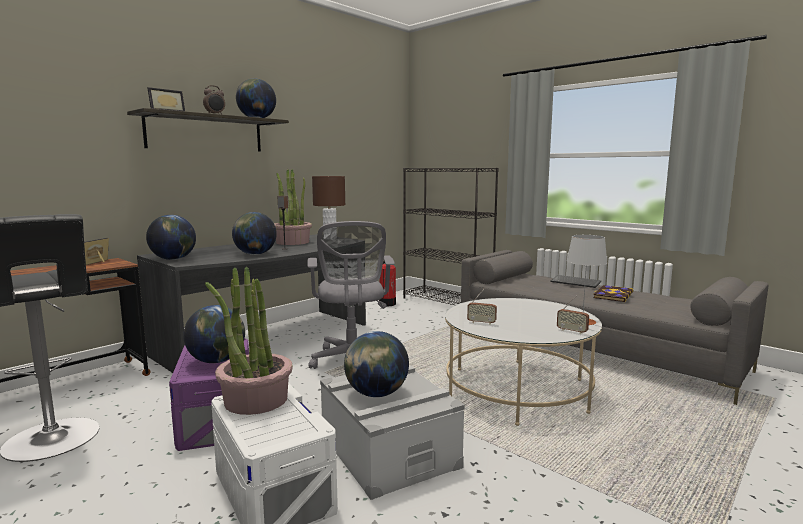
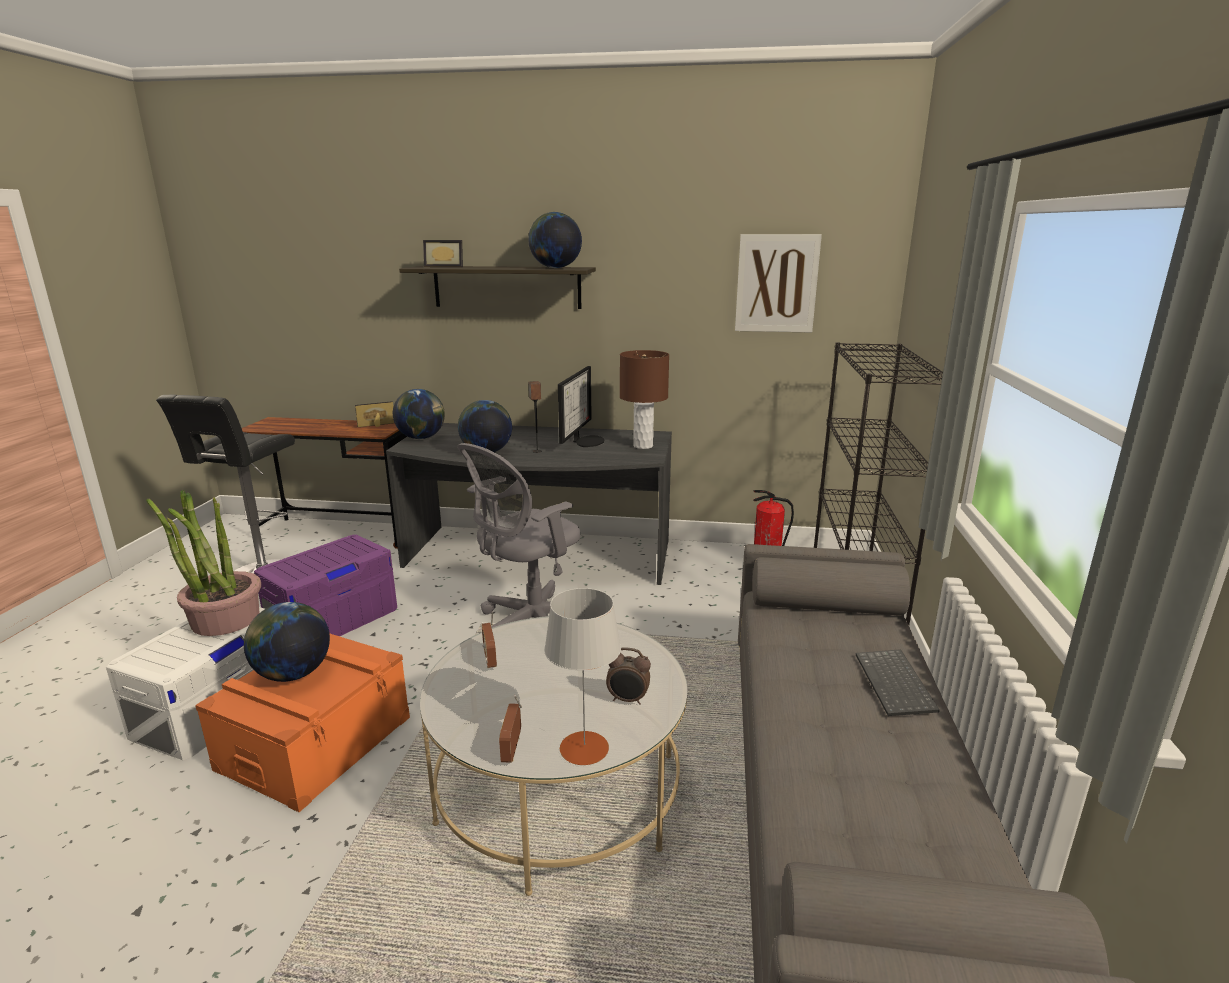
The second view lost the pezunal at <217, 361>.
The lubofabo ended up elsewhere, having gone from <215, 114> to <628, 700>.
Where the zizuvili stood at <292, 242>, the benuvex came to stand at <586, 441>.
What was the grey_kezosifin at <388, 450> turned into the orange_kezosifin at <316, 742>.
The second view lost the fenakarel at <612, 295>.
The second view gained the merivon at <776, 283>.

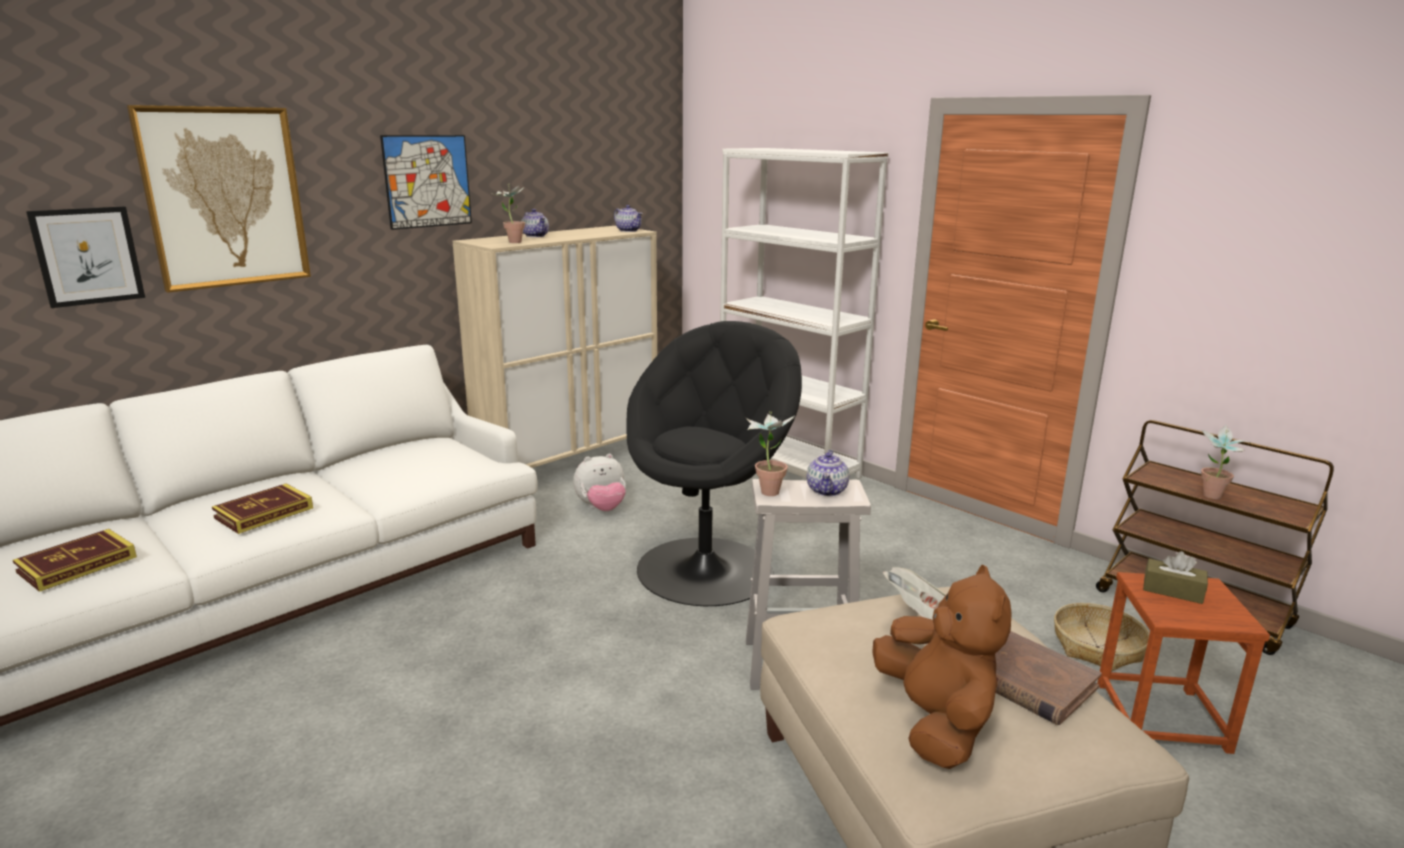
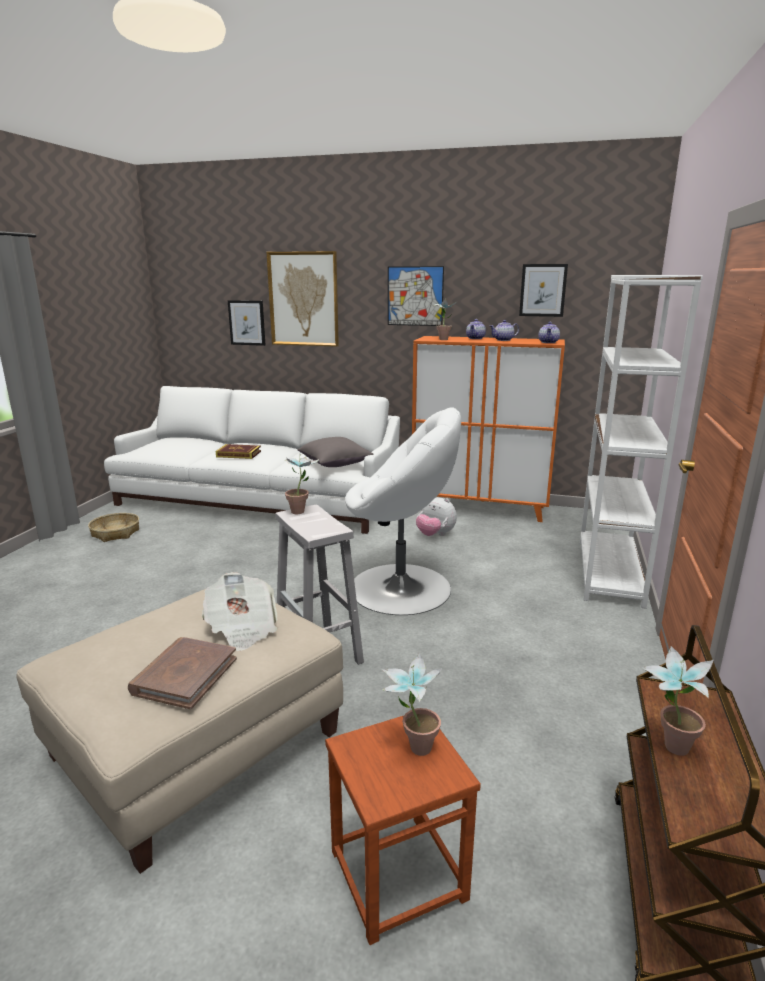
The second view lost the fenakarel at <77, 564>.
What was the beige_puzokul at <570, 463> turned into the orange_puzokul at <480, 508>.
What was the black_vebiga at <707, 569> turned into the white_vebiga at <402, 588>.
The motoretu ended up elsewhere, having gone from <827, 491> to <503, 340>.
The second view lost the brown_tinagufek at <936, 722>.
The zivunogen ended up elsewhere, having gone from <1097, 647> to <115, 533>.
Where the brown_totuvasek stood at <1172, 590>, the zizuvili came to stand at <412, 747>.
The second view gained the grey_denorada at <335, 463>.
The second view gained the merivon at <543, 290>.

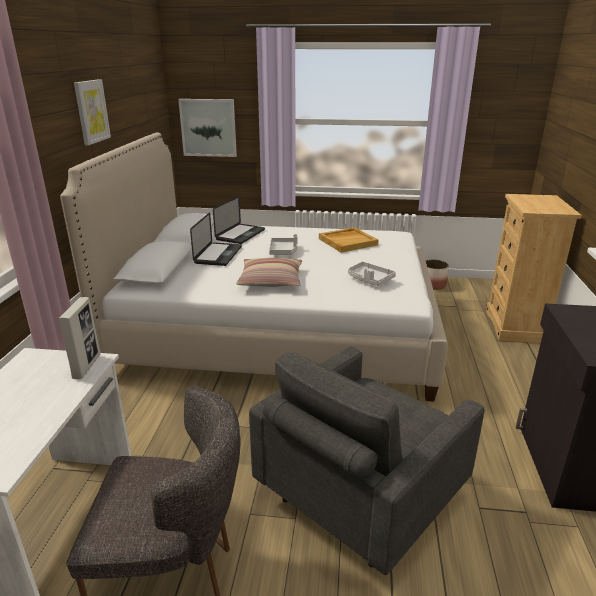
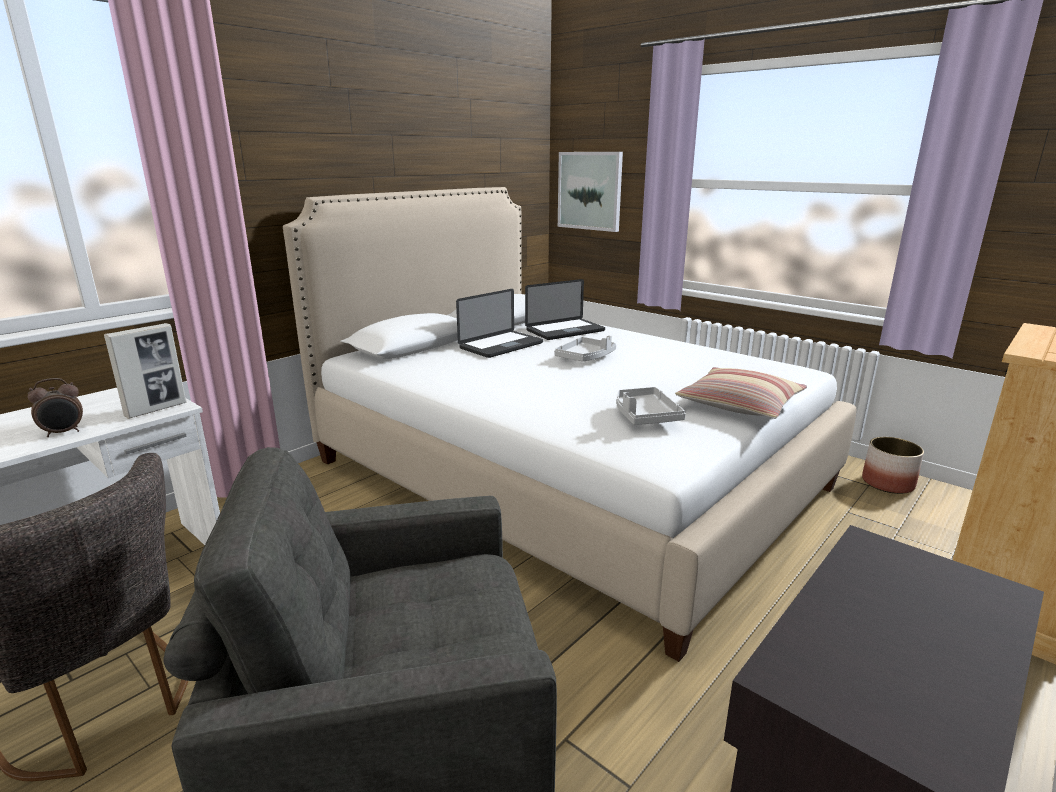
The second view lost the merivon at <91, 111>.
The denorada ended up elsewhere, having gone from <271, 280> to <740, 405>.
The second view lost the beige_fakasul at <348, 242>.
The second view gained the lubofabo at <64, 432>.

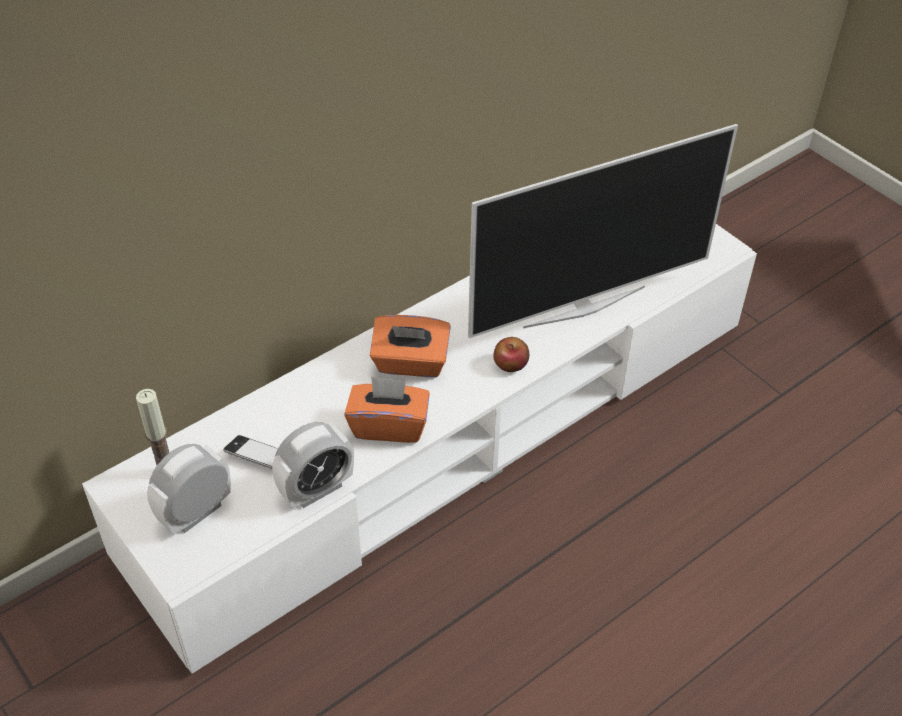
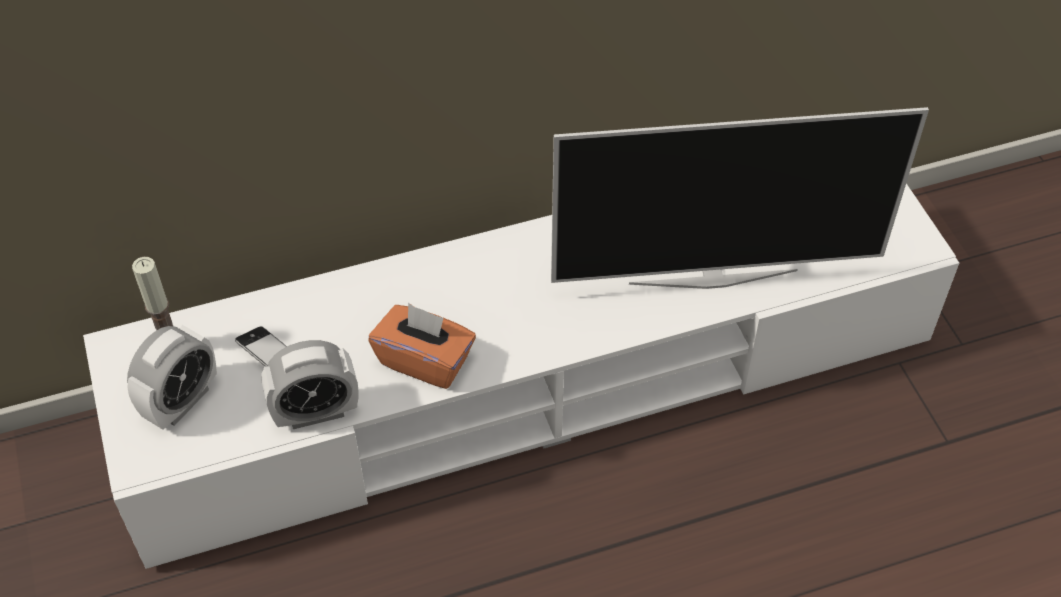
The lubofabo at <196, 512> ended up facing another way, 150 degrees clockwise from before.
The second view lost the orange_totuvasek at <410, 363>.
The second view lost the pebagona at <511, 364>.

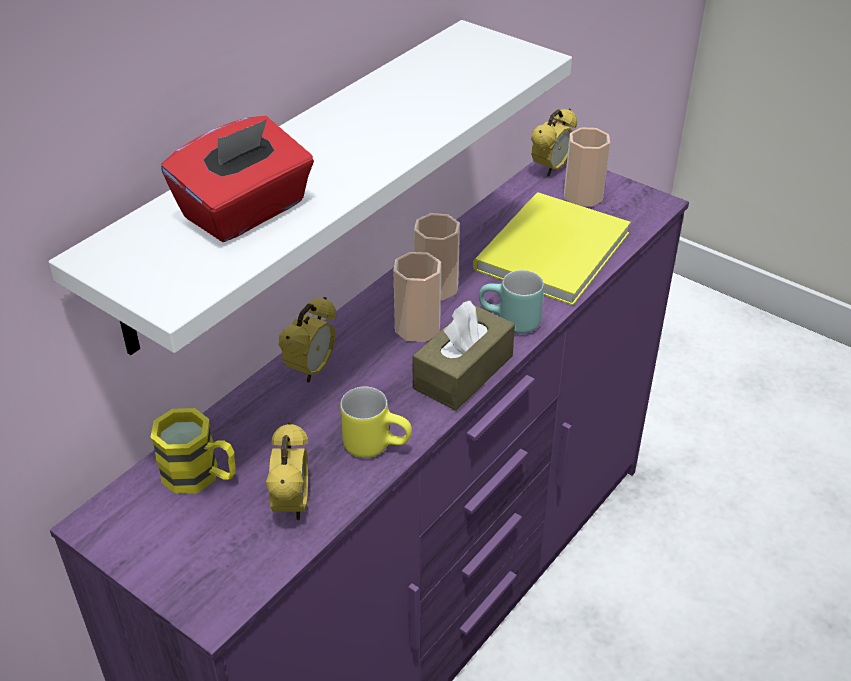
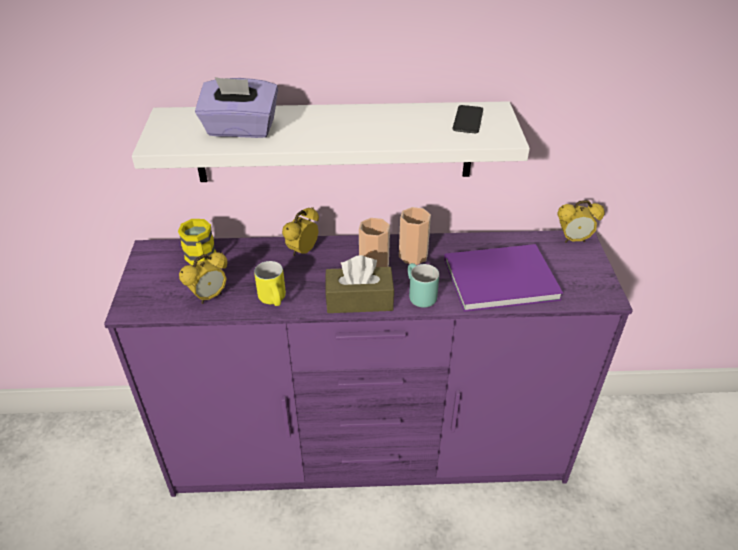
What was the red_totuvasek at <246, 211> turned into the purple_totuvasek at <241, 129>.
The lubofabo at <311, 370> ended up facing another way, 135 degrees clockwise from before.
What was the yellow_fenakarel at <547, 252> turned into the purple_fenakarel at <496, 278>.
The second view lost the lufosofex at <583, 196>.
The second view gained the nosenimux at <468, 120>.

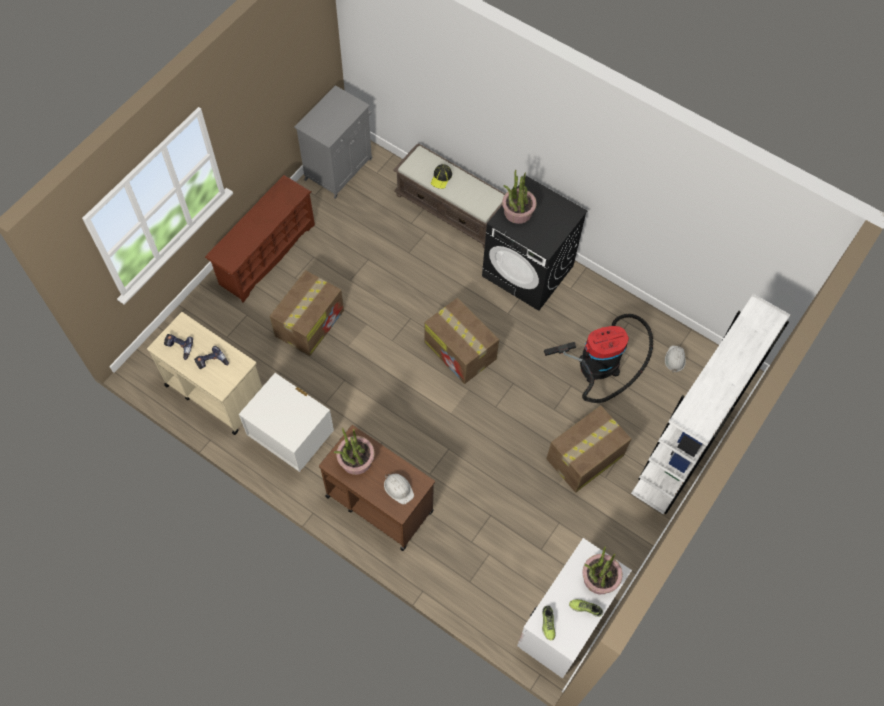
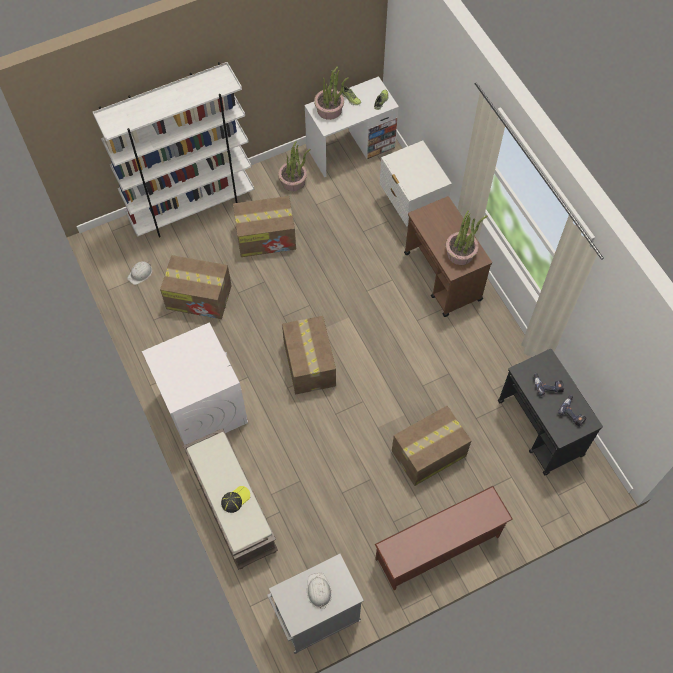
What was the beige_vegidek at <215, 391> turned into the black_vegidek at <540, 429>.
The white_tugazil ended up elsewhere, having gone from <293, 442> to <411, 208>.
The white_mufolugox ended up elsewhere, having gone from <398, 488> to <318, 591>.
What was the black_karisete at <528, 271> turned into the white_karisete at <203, 407>.
The zizuvili ended up elsewhere, having gone from <517, 212> to <293, 181>.
Where the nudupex stood at <603, 364>, the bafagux came to stand at <200, 297>.

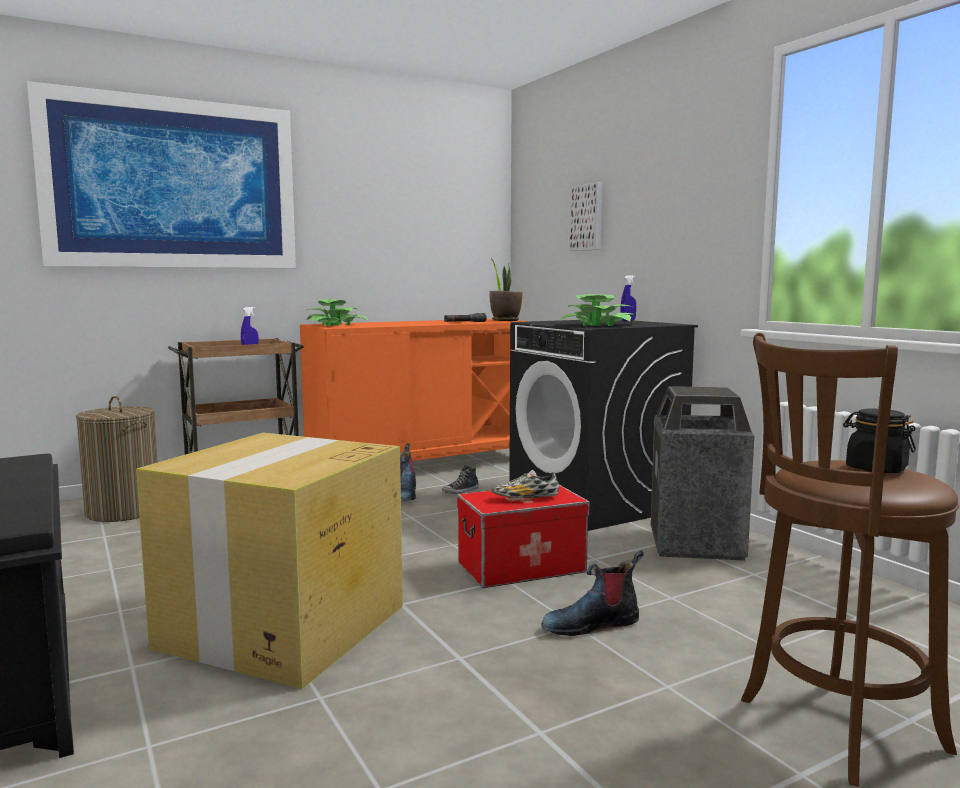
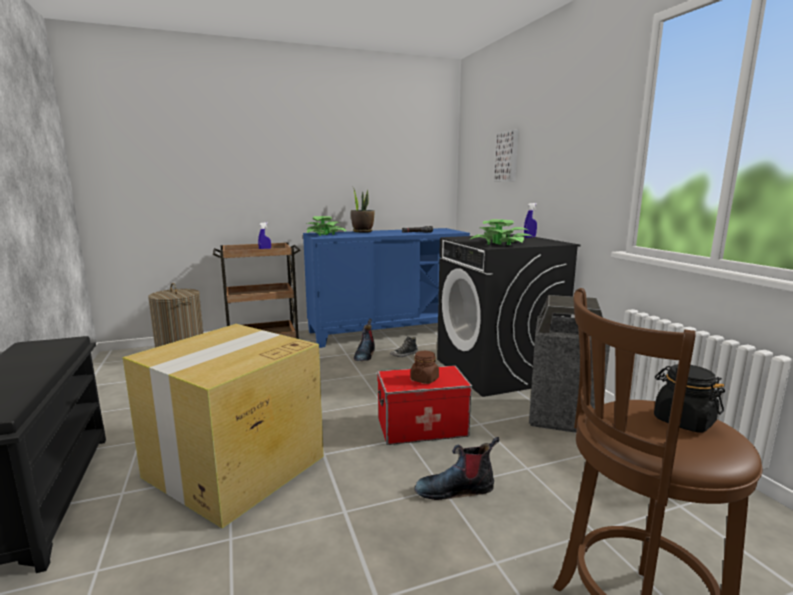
The second view lost the merivon at <172, 184>.
What was the orange_puzokul at <423, 465> turned into the blue_puzokul at <387, 331>.
The zizuvili ended up elsewhere, having gone from <505, 321> to <362, 231>.
Where the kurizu stood at <525, 498>, the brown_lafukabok came to stand at <424, 379>.

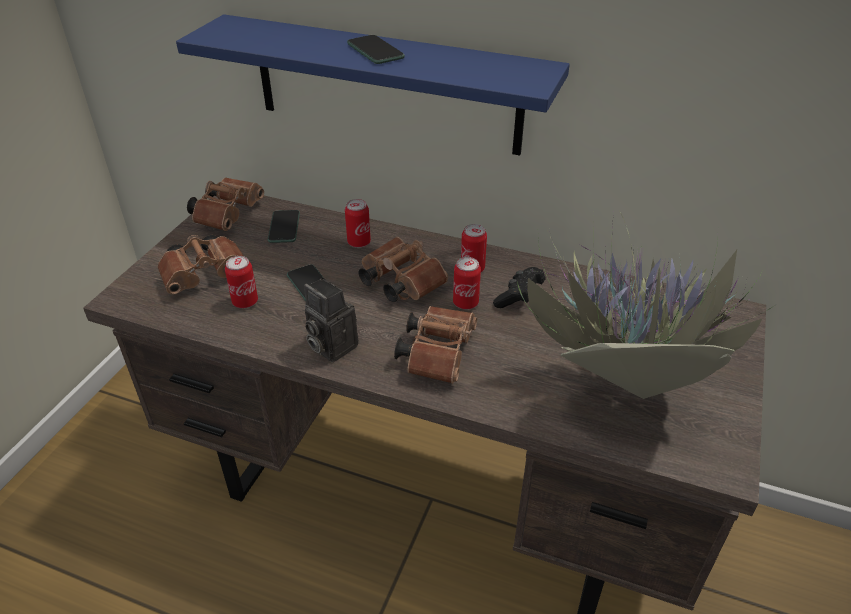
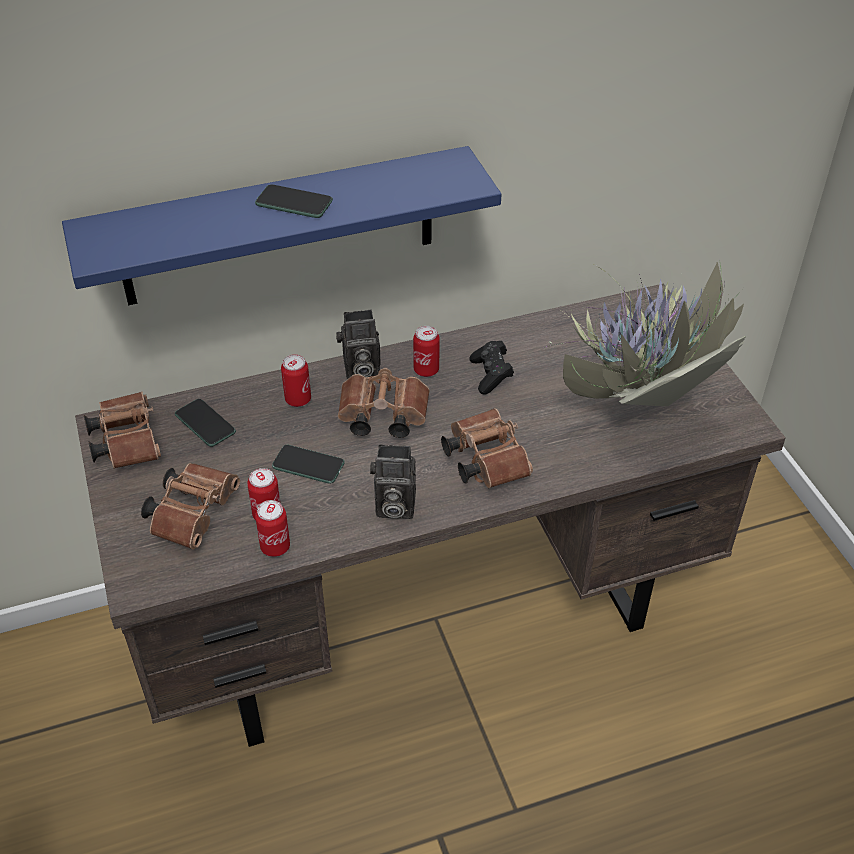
The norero ended up elsewhere, having gone from <465, 303> to <275, 547>.
The second view gained the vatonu at <359, 371>.

